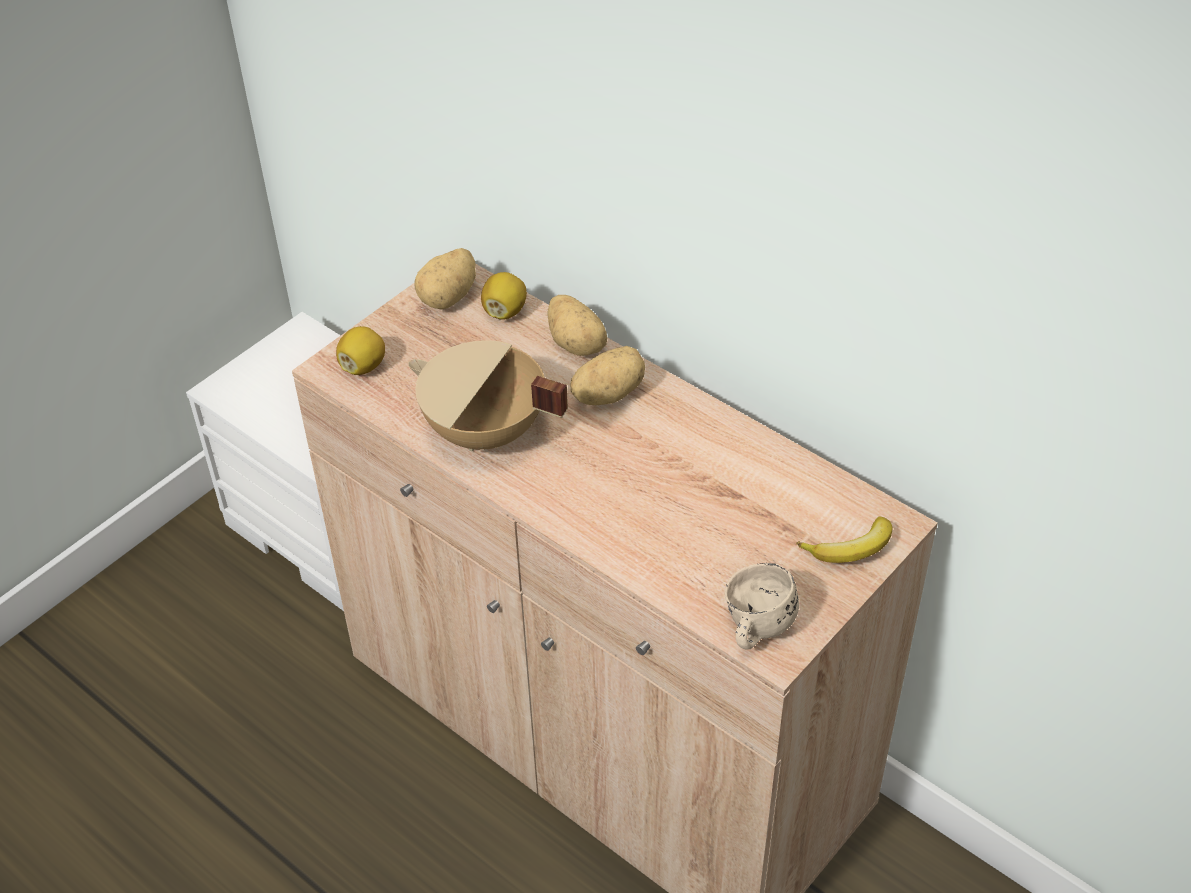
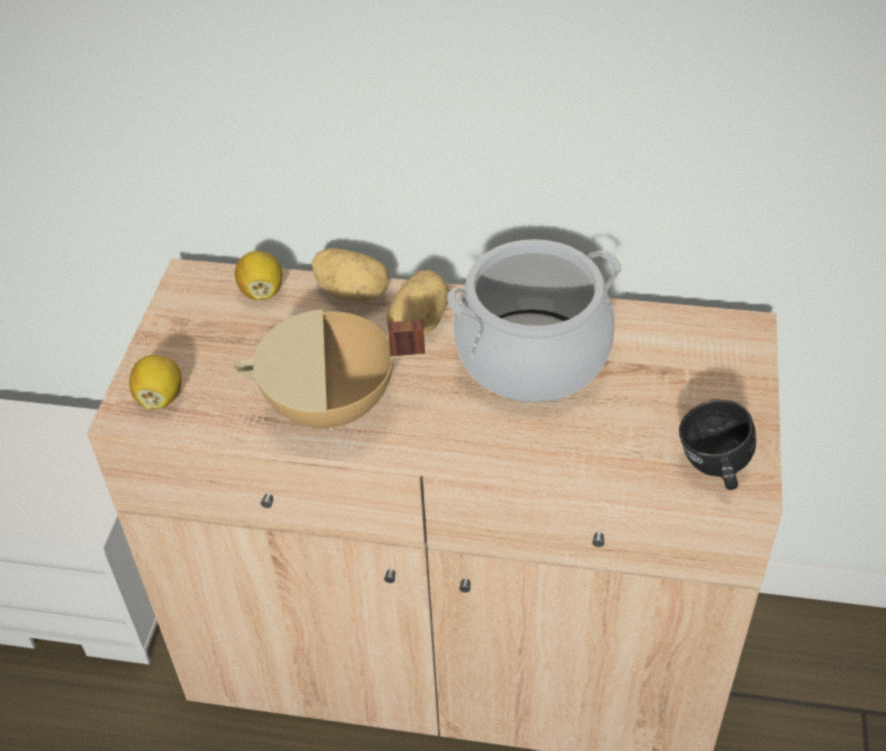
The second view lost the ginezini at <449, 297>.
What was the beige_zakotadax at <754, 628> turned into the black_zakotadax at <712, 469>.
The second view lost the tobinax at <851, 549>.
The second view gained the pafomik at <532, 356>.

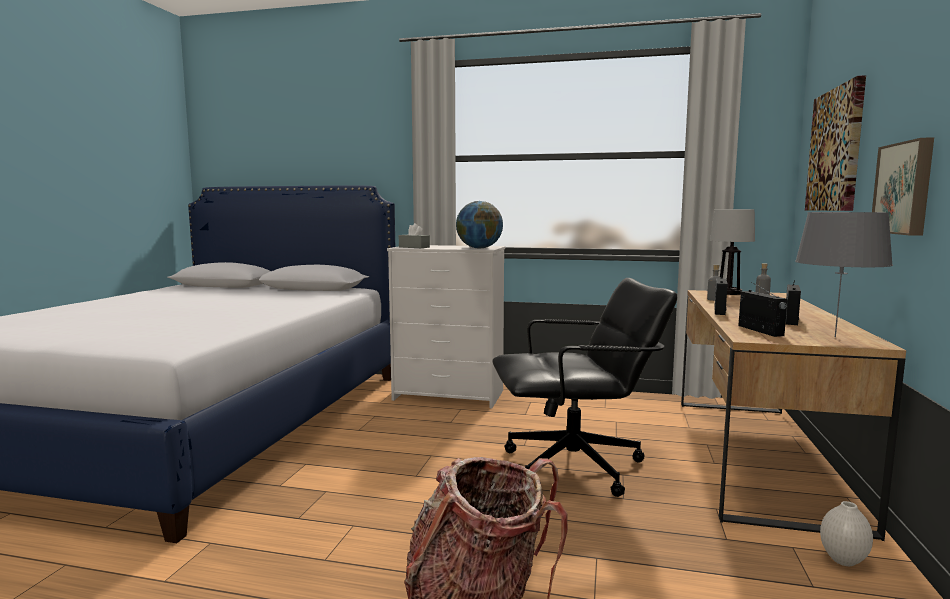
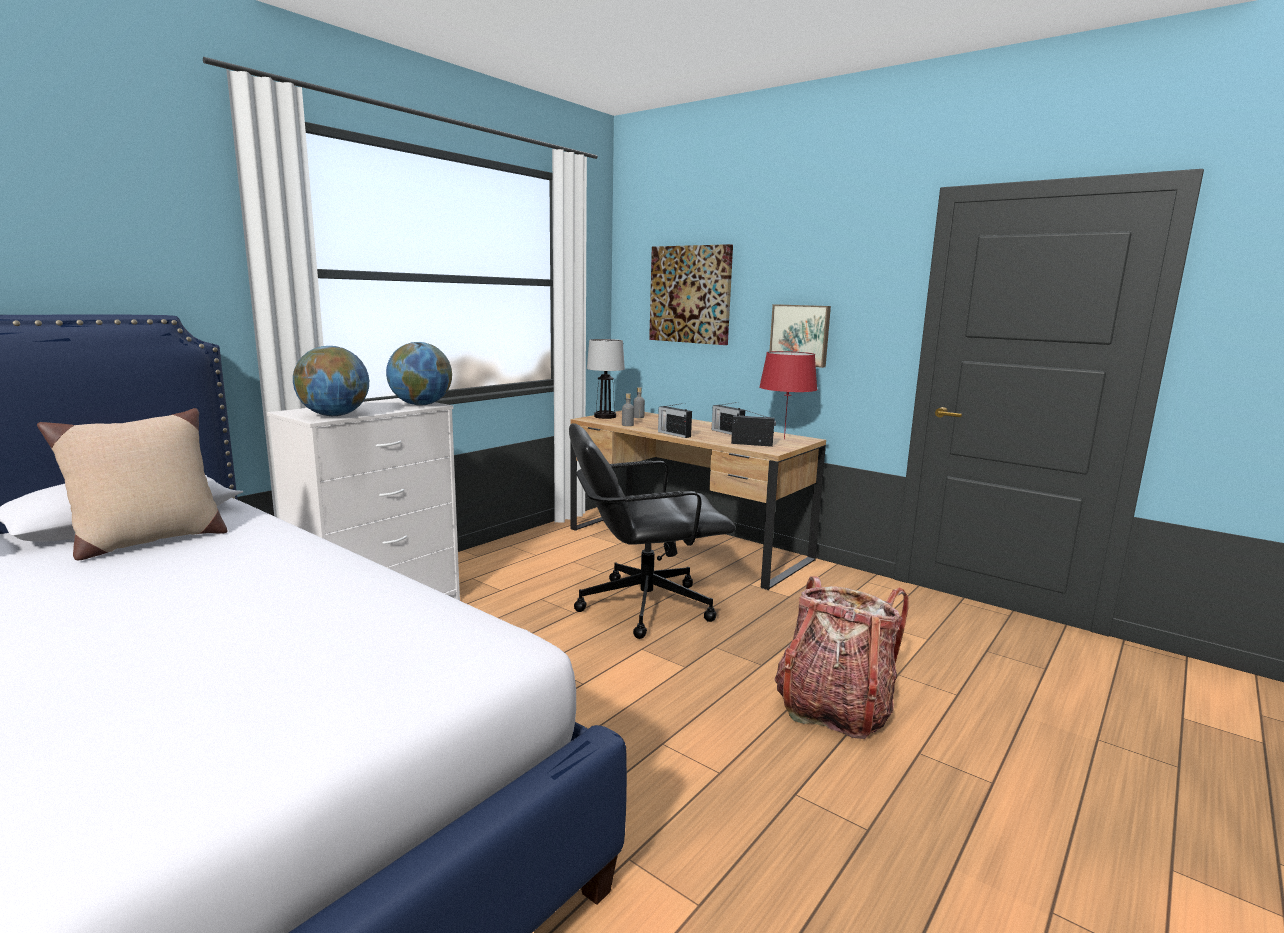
Where the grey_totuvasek stood at <414, 247>, the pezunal came to stand at <334, 415>.
The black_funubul at <575, 467> ended up facing another way, 120 degrees counterclockwise from before.
What was the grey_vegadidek at <835, 337> turned into the red_vegadidek at <784, 439>.
The second view lost the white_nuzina at <844, 561>.
The second view gained the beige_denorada at <148, 542>.

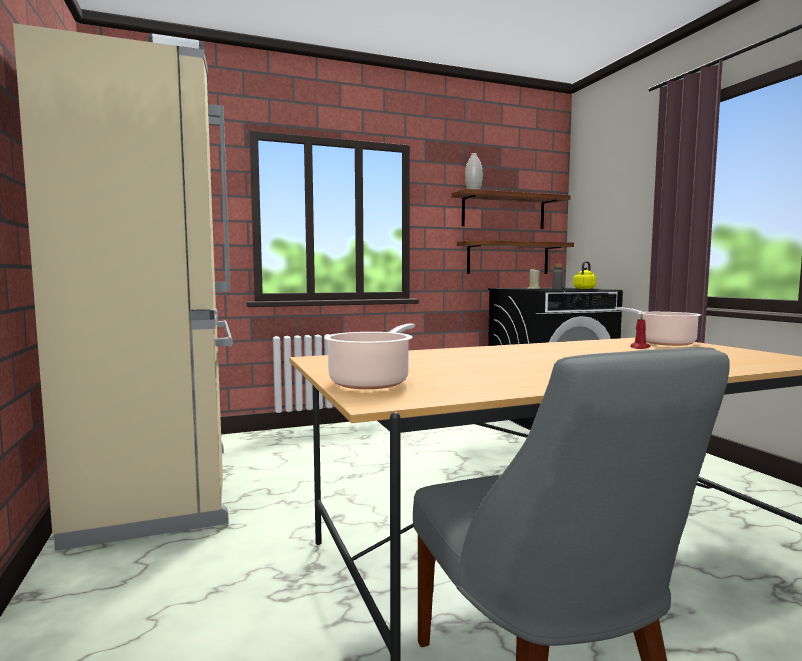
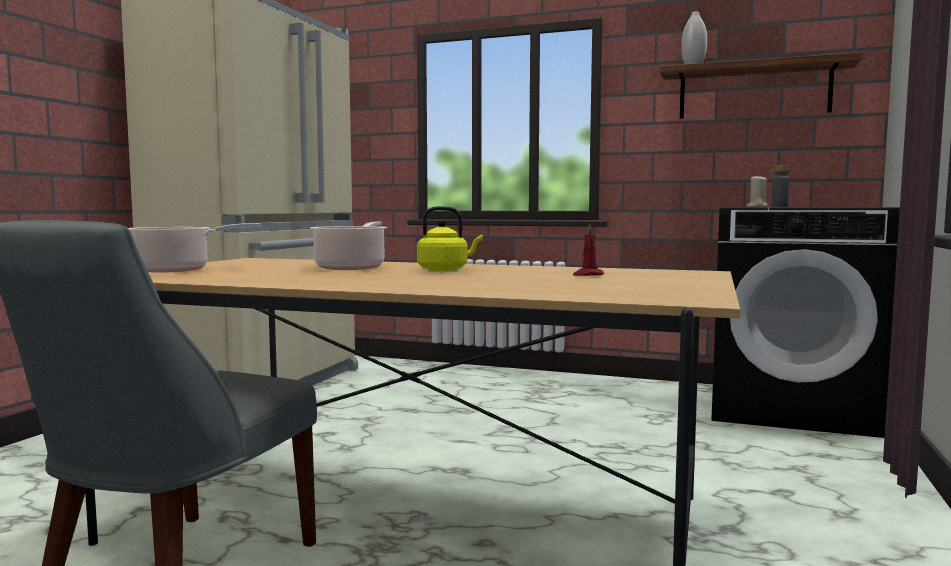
The second view lost the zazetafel at <508, 258>.
The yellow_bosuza ended up elsewhere, having gone from <584, 288> to <445, 269>.
The pafomik ended up elsewhere, having gone from <663, 342> to <352, 267>.

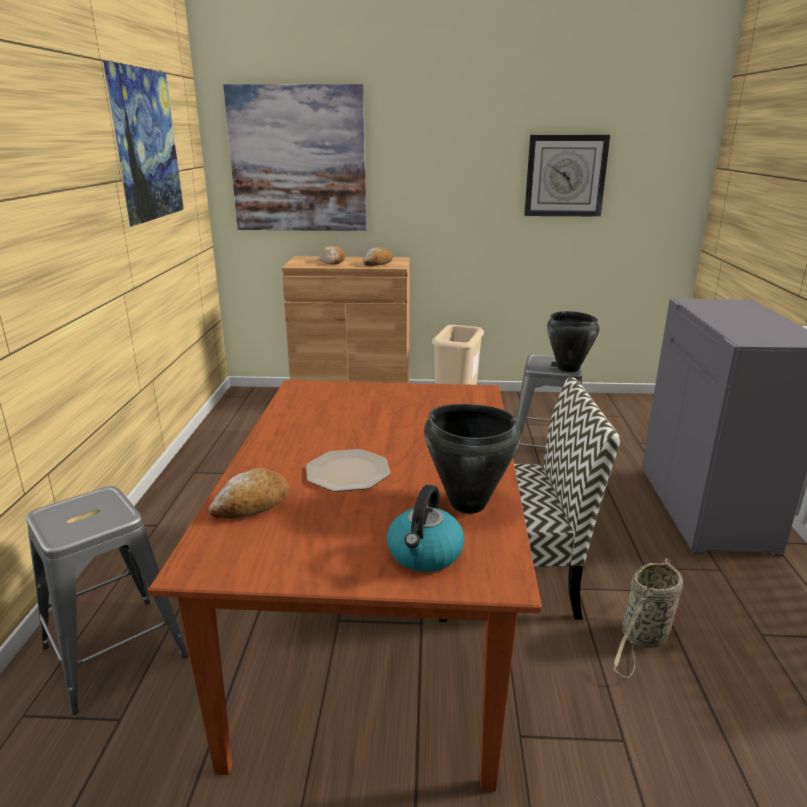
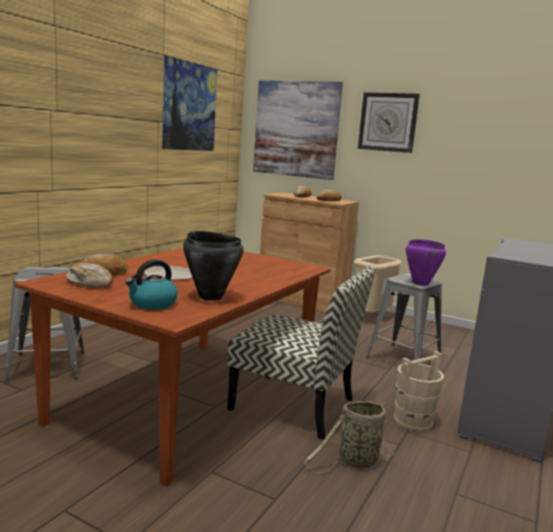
The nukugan ended up elsewhere, having gone from <565, 176> to <388, 122>.
What was the black_pafomik at <568, 369> turned into the purple_pafomik at <420, 283>.
The second view gained the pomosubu at <90, 283>.
The second view gained the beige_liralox at <413, 421>.

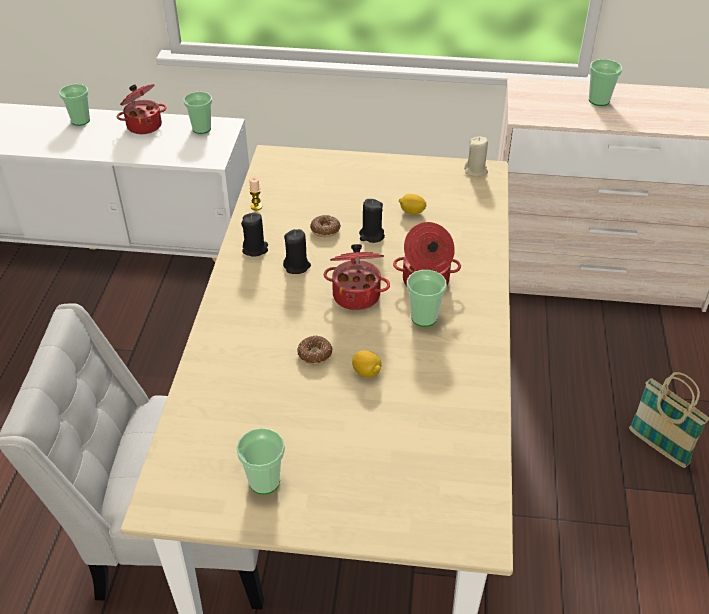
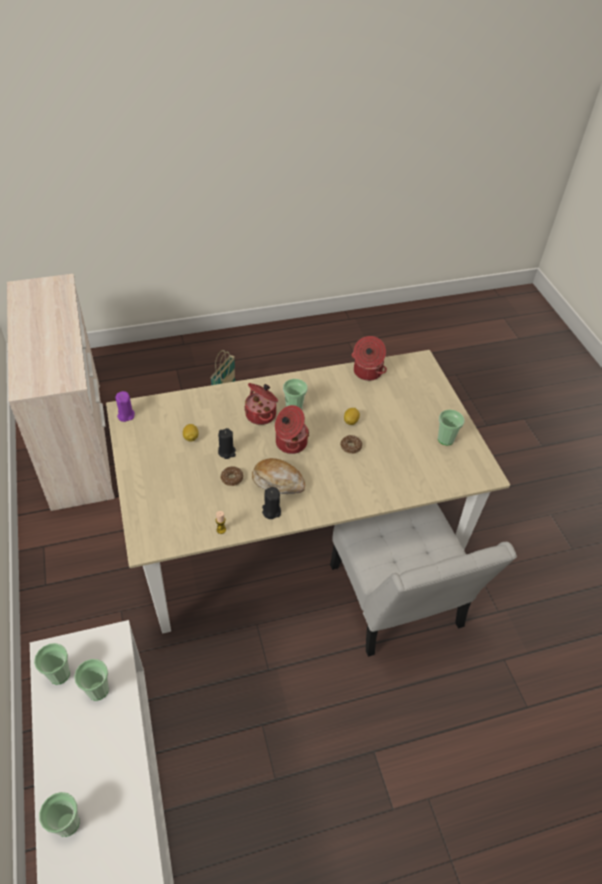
The pafomik ended up elsewhere, having gone from <144, 125> to <367, 372>.
Where the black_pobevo stood at <297, 266>, the pomosubu came to stand at <278, 481>.
What was the beige_pobevo at <476, 171> turned into the purple_pobevo at <126, 415>.
The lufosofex ended up elsewhere, having gone from <599, 100> to <98, 690>.

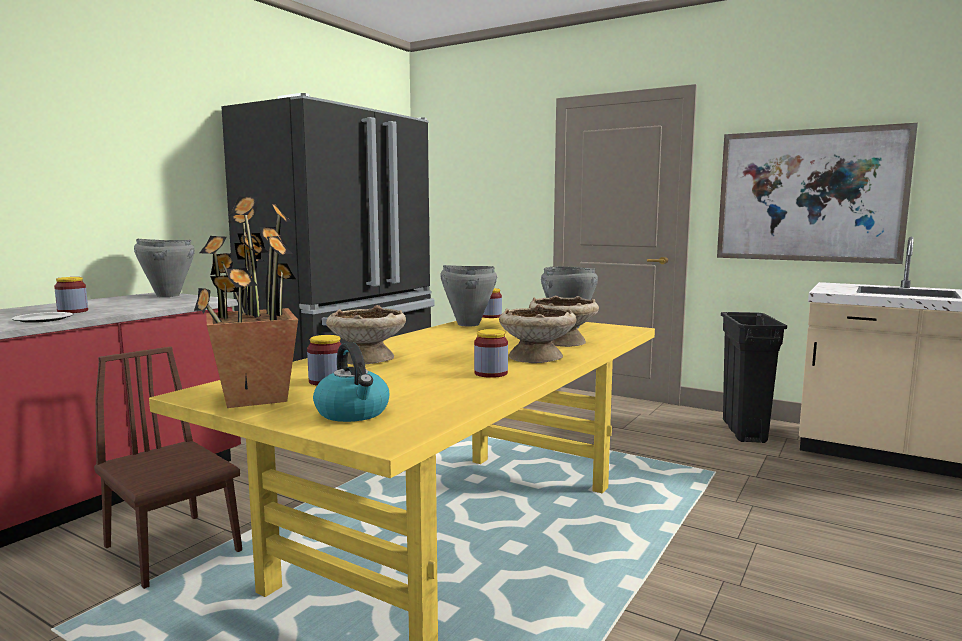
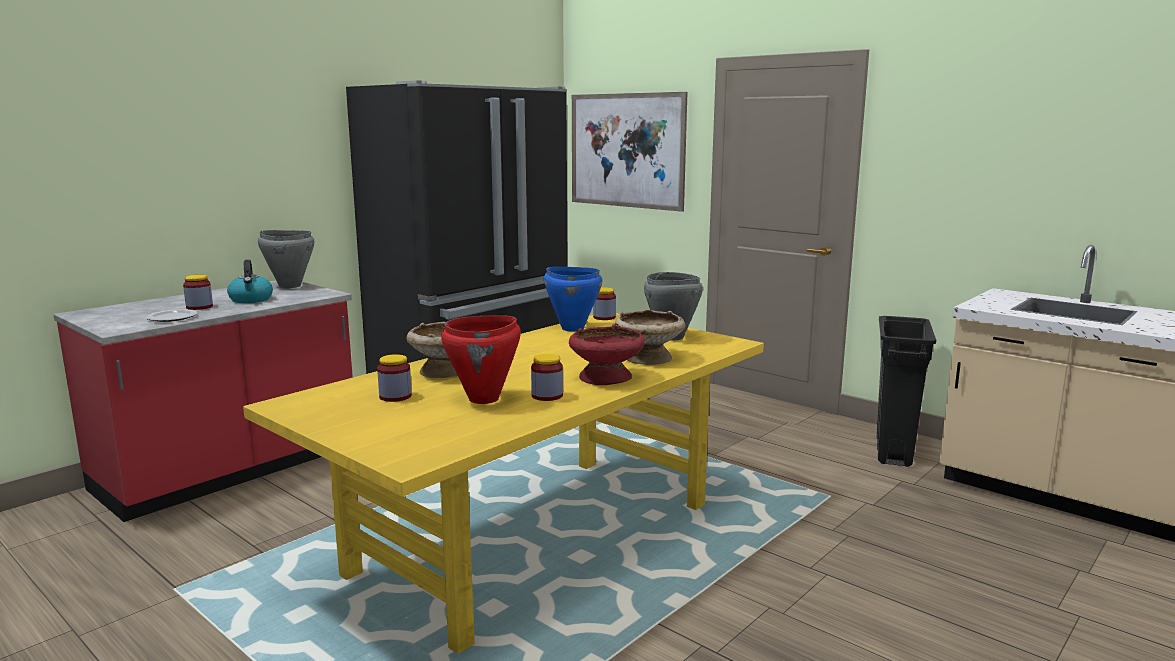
The second view lost the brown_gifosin at <173, 549>.
The second view lost the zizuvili at <254, 397>.
The bosuza ended up elsewhere, having gone from <353, 413> to <251, 300>.
What was the grey_pafomik at <468, 324> turned into the blue_pafomik at <572, 328>.
What was the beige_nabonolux at <537, 357> turned into the red_nabonolux at <606, 378>.
The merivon ended up elsewhere, having gone from <809, 195> to <626, 150>.
The second view gained the red_pafomik at <484, 399>.

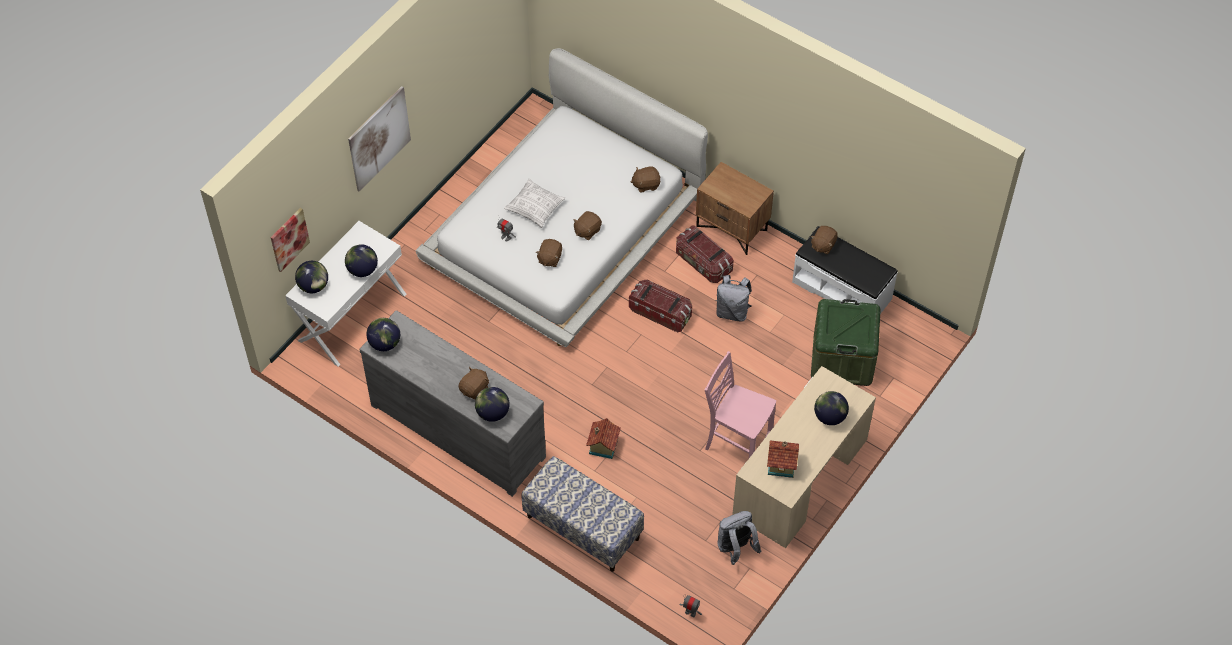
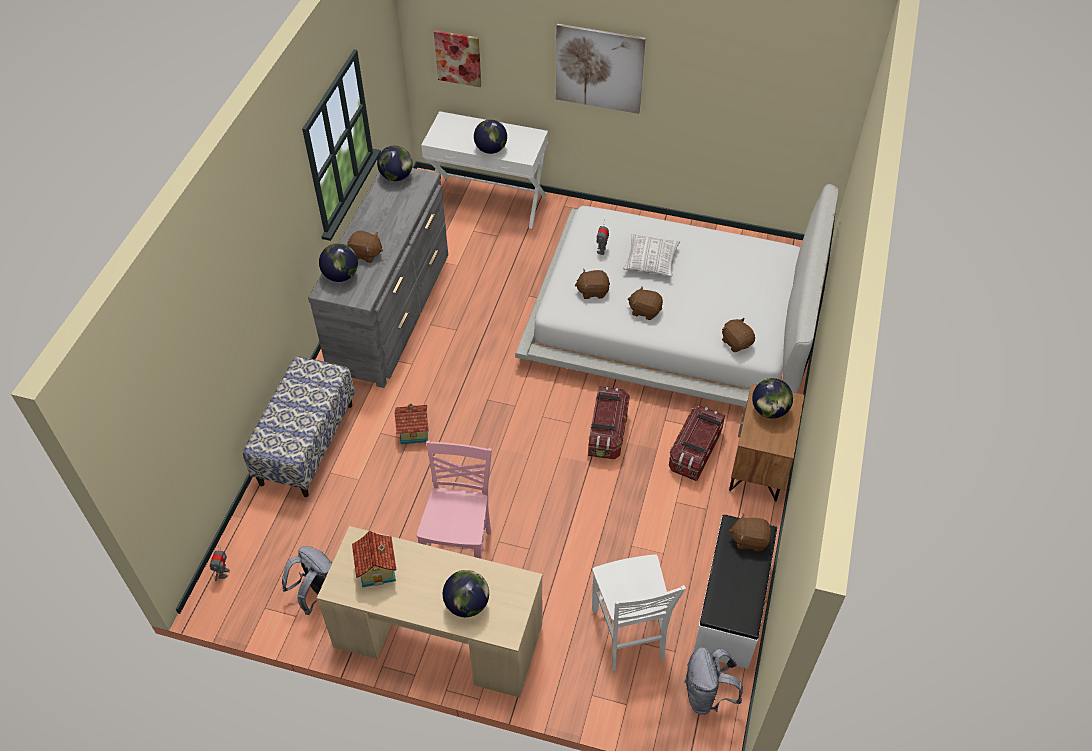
The pezunal ended up elsewhere, having gone from <314, 286> to <769, 410>.
The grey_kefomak ended up elsewhere, having gone from <732, 311> to <707, 695>.
Where the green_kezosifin stood at <842, 358>, the white_gifosin came to stand at <629, 635>.

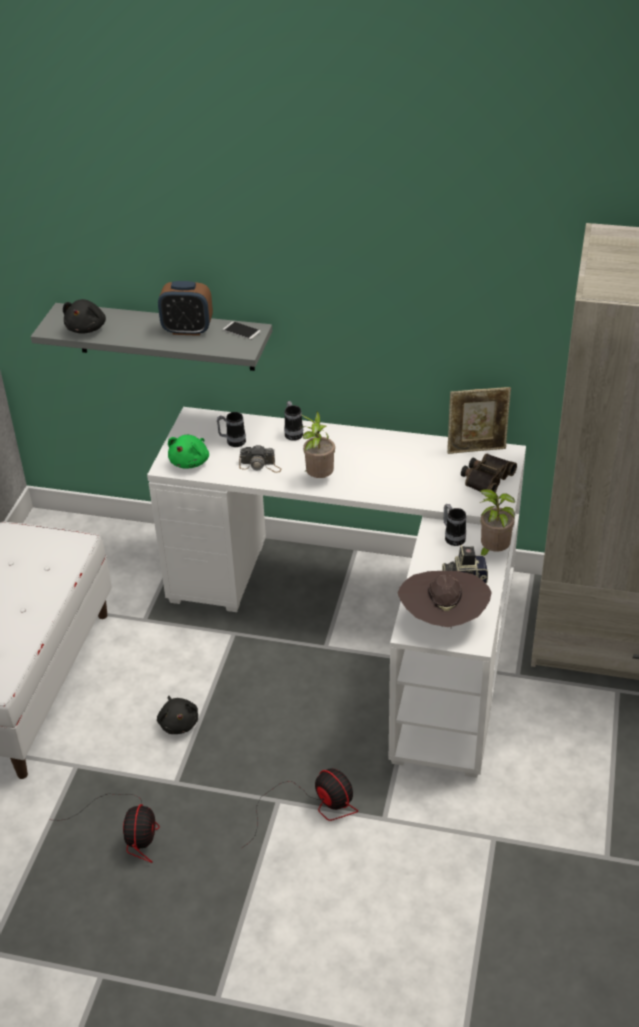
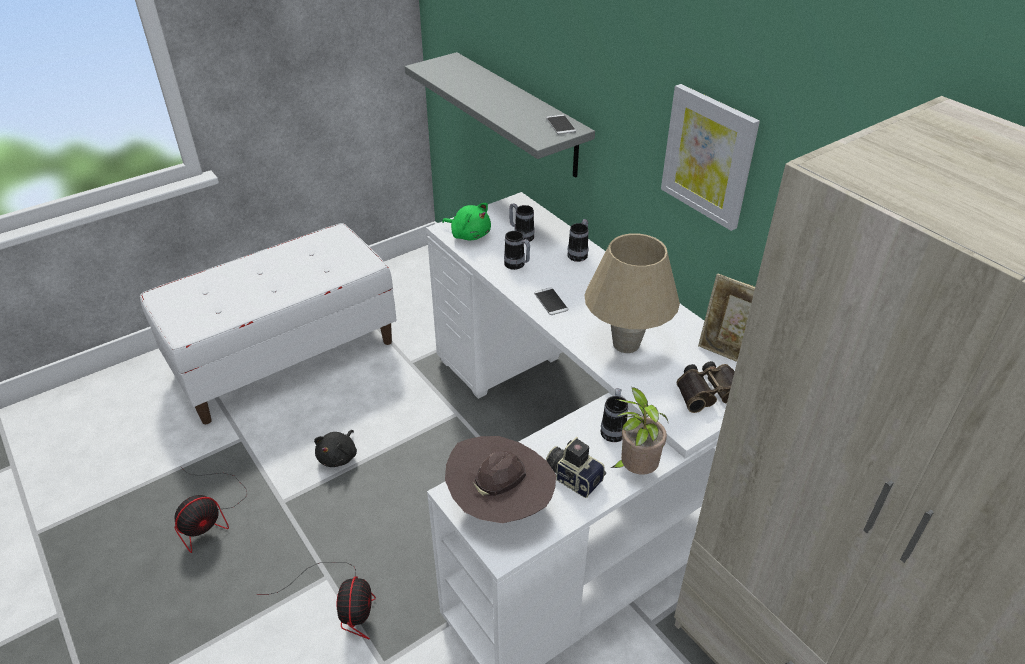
The second view lost the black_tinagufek at <87, 328>.
The second view lost the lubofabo at <187, 330>.
The green_tinagufek at <190, 462> ended up facing another way, 120 degrees counterclockwise from before.
Where the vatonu stood at <260, 465>, the zakotadax came to stand at <517, 266>.
Where the zizuvili stood at <318, 478>, the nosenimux came to stand at <551, 302>.
The second view gained the beige_vegadidek at <626, 344>.
The second view gained the merivon at <709, 156>.

